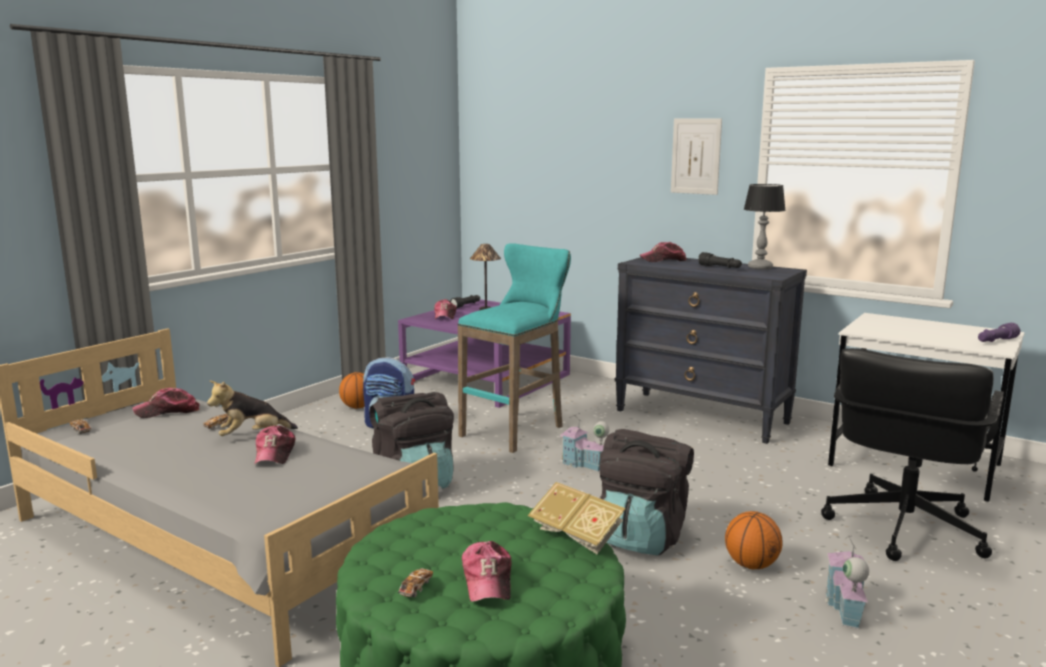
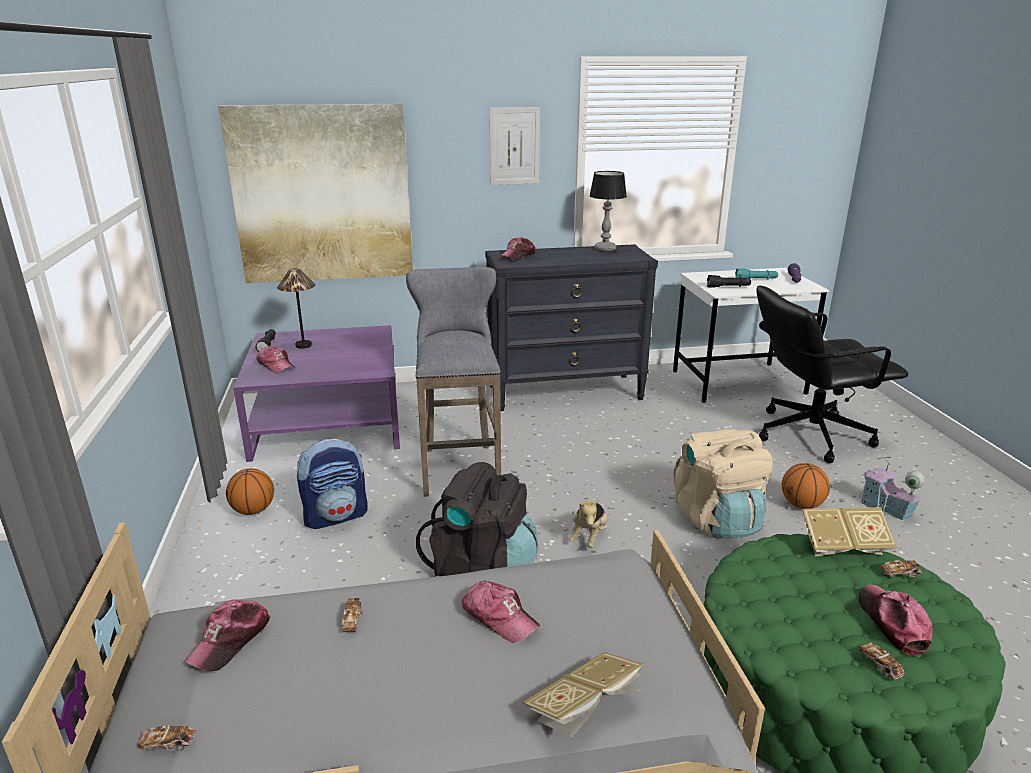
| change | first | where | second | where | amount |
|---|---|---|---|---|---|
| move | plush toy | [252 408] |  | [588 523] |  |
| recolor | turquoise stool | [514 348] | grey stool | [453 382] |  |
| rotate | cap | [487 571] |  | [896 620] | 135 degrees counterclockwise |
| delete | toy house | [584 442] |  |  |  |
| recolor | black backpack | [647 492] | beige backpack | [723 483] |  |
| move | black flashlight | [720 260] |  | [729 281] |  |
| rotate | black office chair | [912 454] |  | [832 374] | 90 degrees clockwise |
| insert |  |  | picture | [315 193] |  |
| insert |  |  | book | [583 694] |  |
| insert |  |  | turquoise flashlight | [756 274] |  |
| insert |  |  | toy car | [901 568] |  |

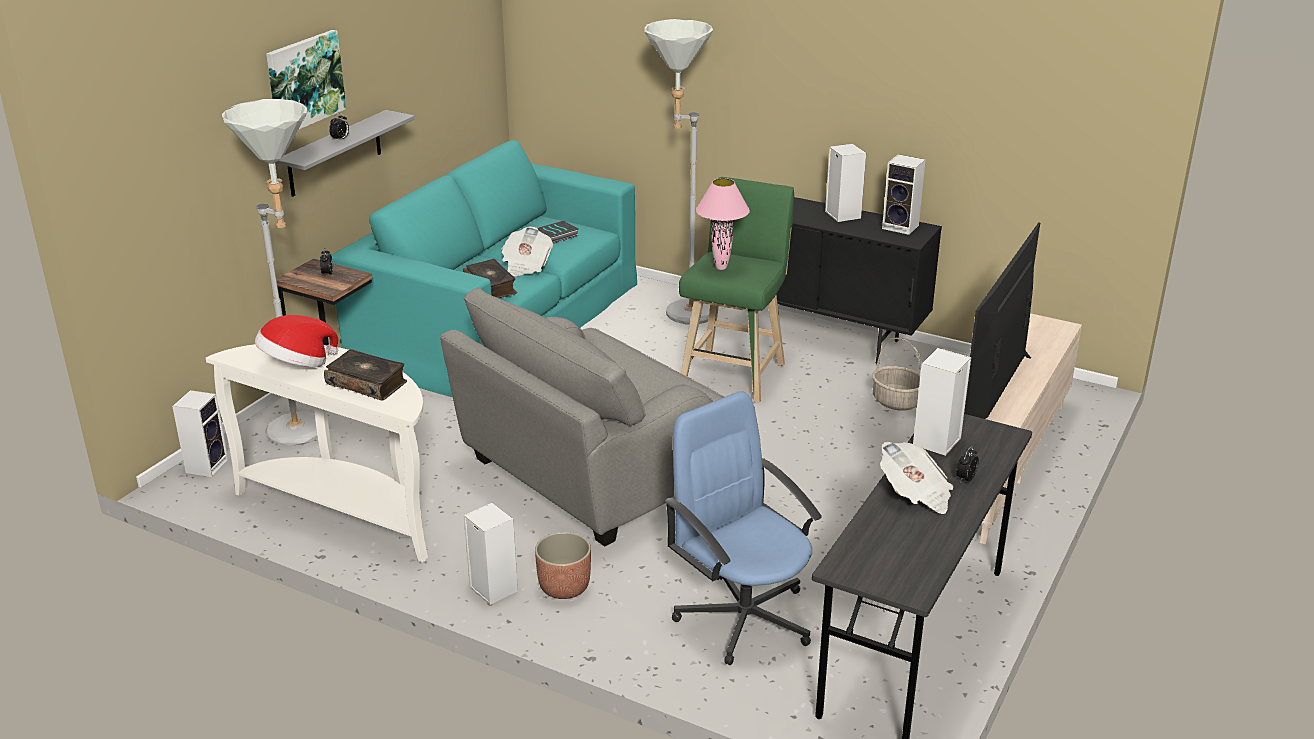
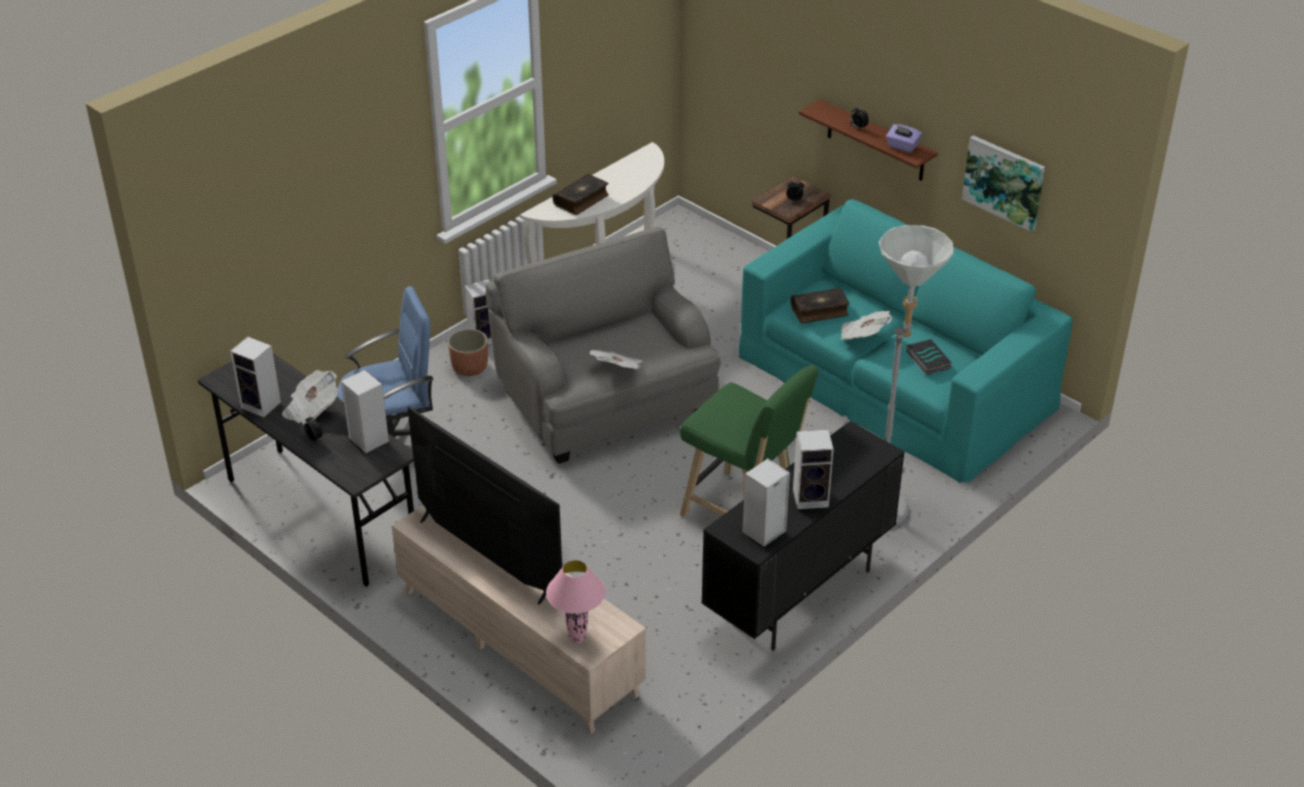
| change | first | where | second | where | amount |
|---|---|---|---|---|---|
| move | speaker | [200 433] |  | [255 377] |  |
| delete | grey floor lamp | [270 272] |  |  |  |
| delete | hat | [296 341] |  |  |  |
| move | picture | [306 80] |  | [1003 183] |  |
| recolor | grey shelf | [345 153] | brown shelf | [868 140] |  |
| move | pink table lamp | [723 224] |  | [575 602] |  |
| delete | basket | [897 374] |  |  |  |
| insert |  |  | newspaper | [616 359] |  |
| insert |  |  | purple tissue box | [904 138] |  |

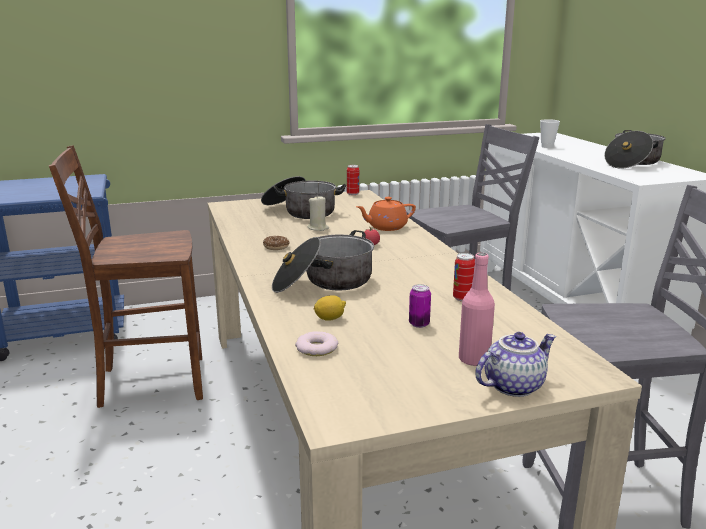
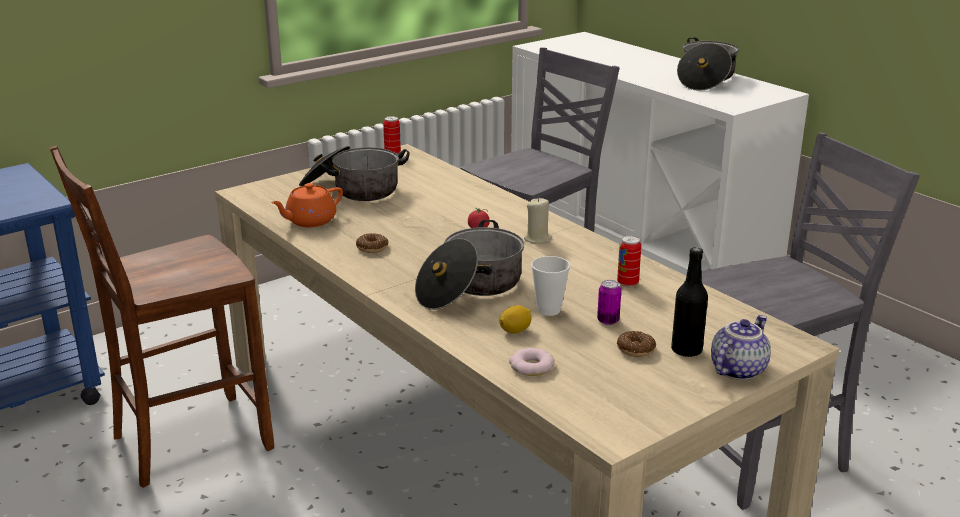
| change | first | where | second | where | amount |
|---|---|---|---|---|---|
| move | beige candle | [318 213] |  | [538 221] |  |
| move | orange teapot | [386 214] |  | [307 205] |  |
| recolor | pink bottle | [477 309] | black bottle | [689 302] |  |
| move | cup | [550 133] |  | [550 286] |  |
| insert |  |  | donut | [636 344] |  |

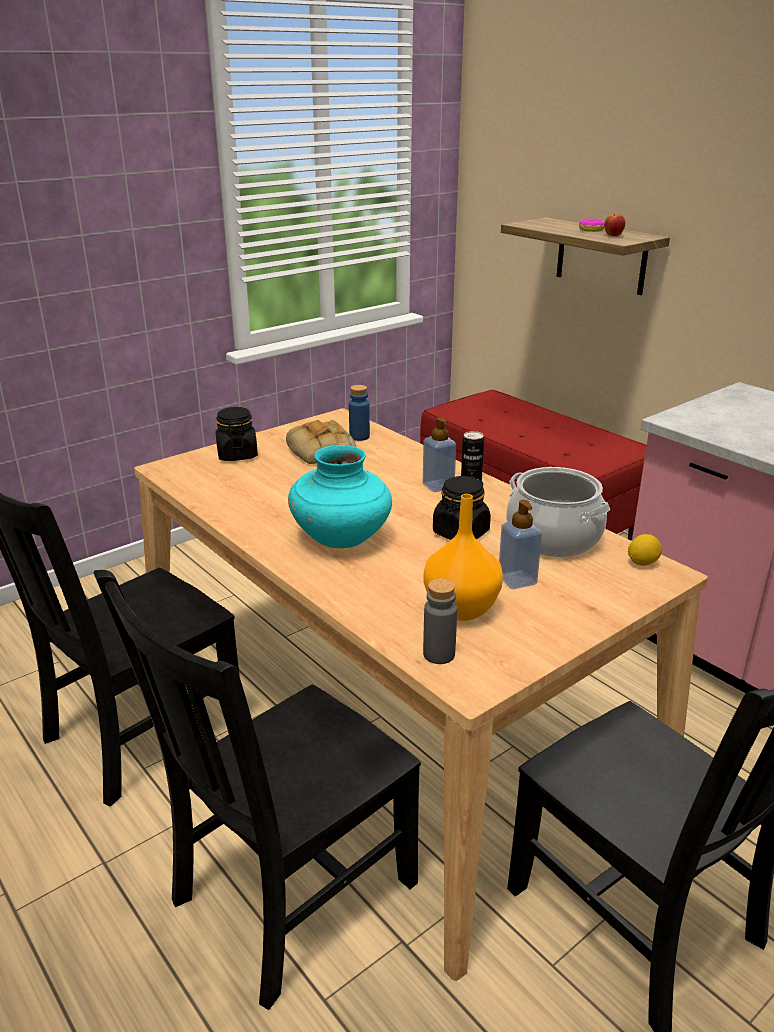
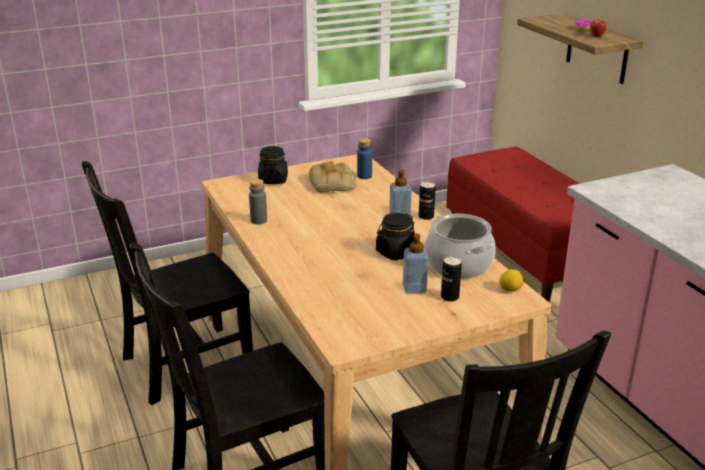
| change | first | where | second | where | amount |
|---|---|---|---|---|---|
| delete | turquoise vase | [340 496] |  |  |  |
| delete | orange vase | [463 557] |  |  |  |
| move | grey bottle | [440 621] |  | [258 201] |  |
| insert |  |  | can | [451 279] |  |

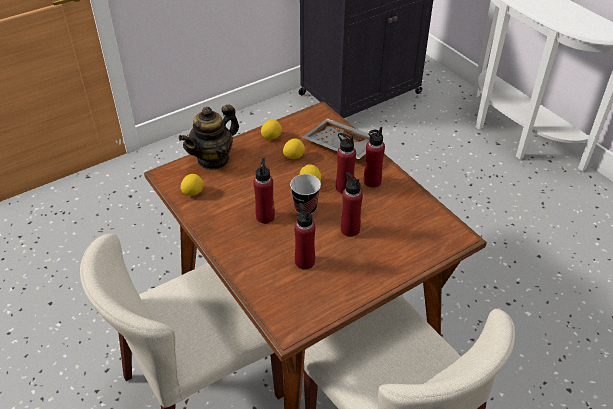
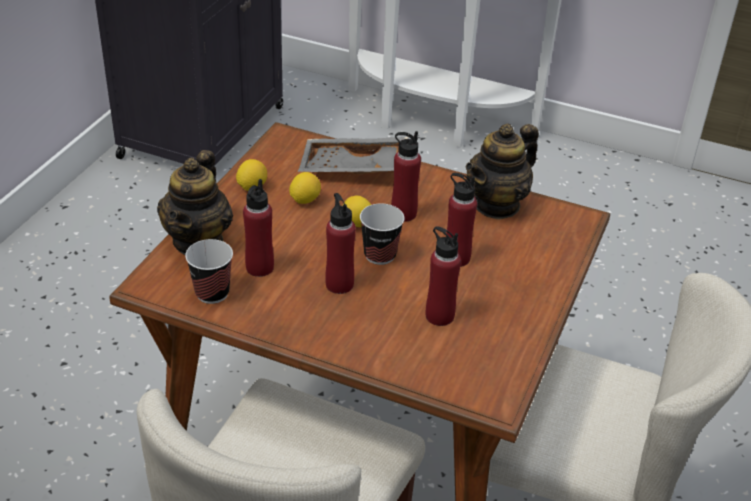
| change | first | where | second | where | amount |
|---|---|---|---|---|---|
| replace | lemon | [192 185] | cup | [209 271] |  |
| move | red bottle | [374 157] |  | [258 228] |  |
| insert |  |  | teapot | [502 172] |  |

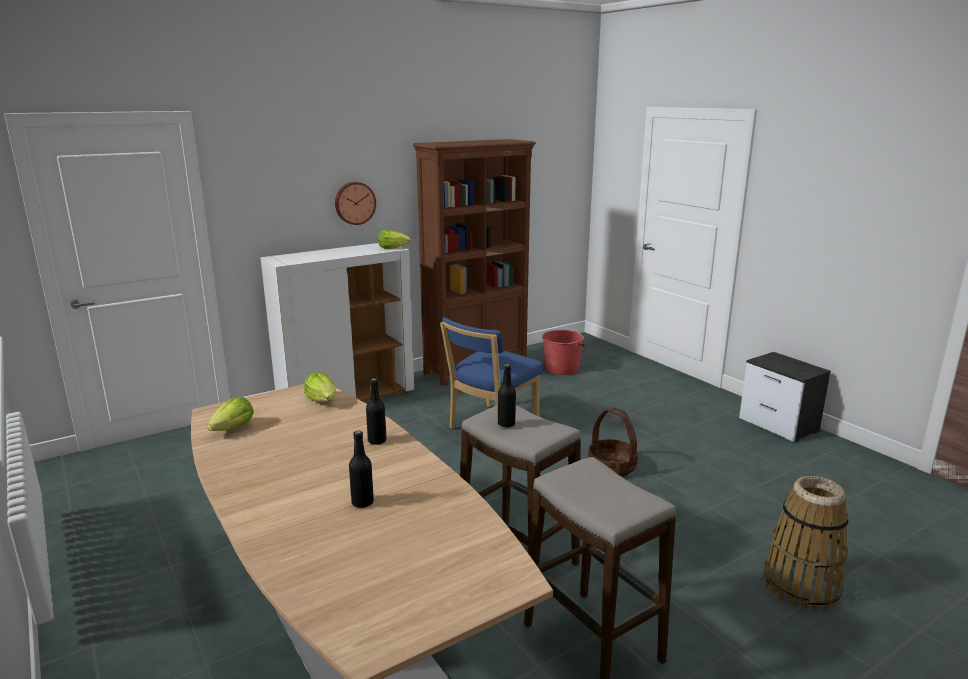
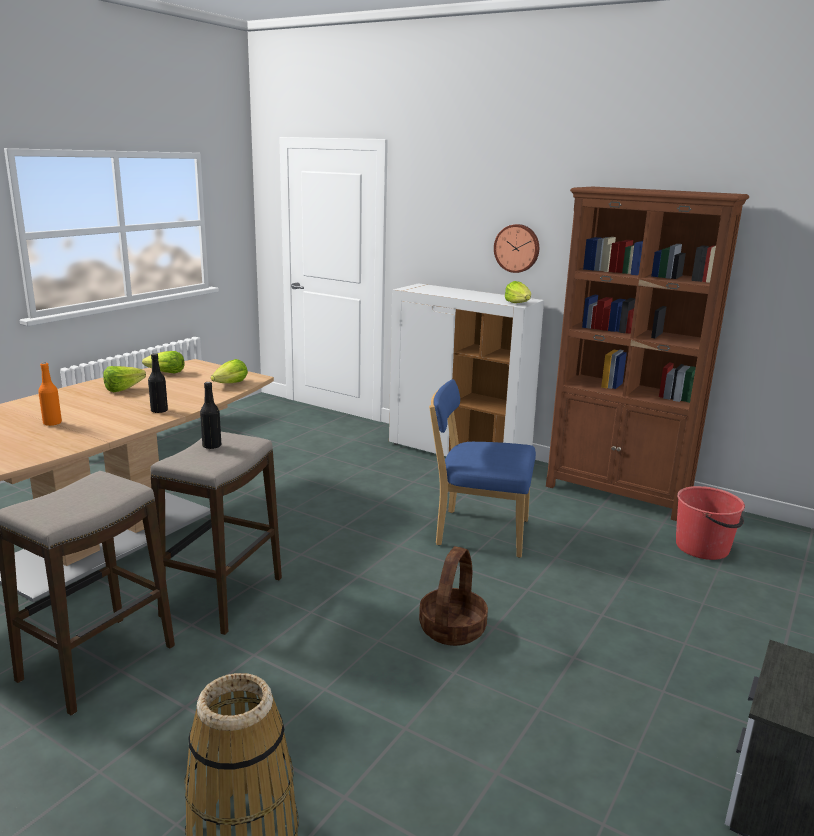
| change | first | where | second | where | amount |
|---|---|---|---|---|---|
| recolor | black bottle | [361 469] | orange bottle | [50 394] |  |
| insert |  |  | lettuce | [124 379] |  |

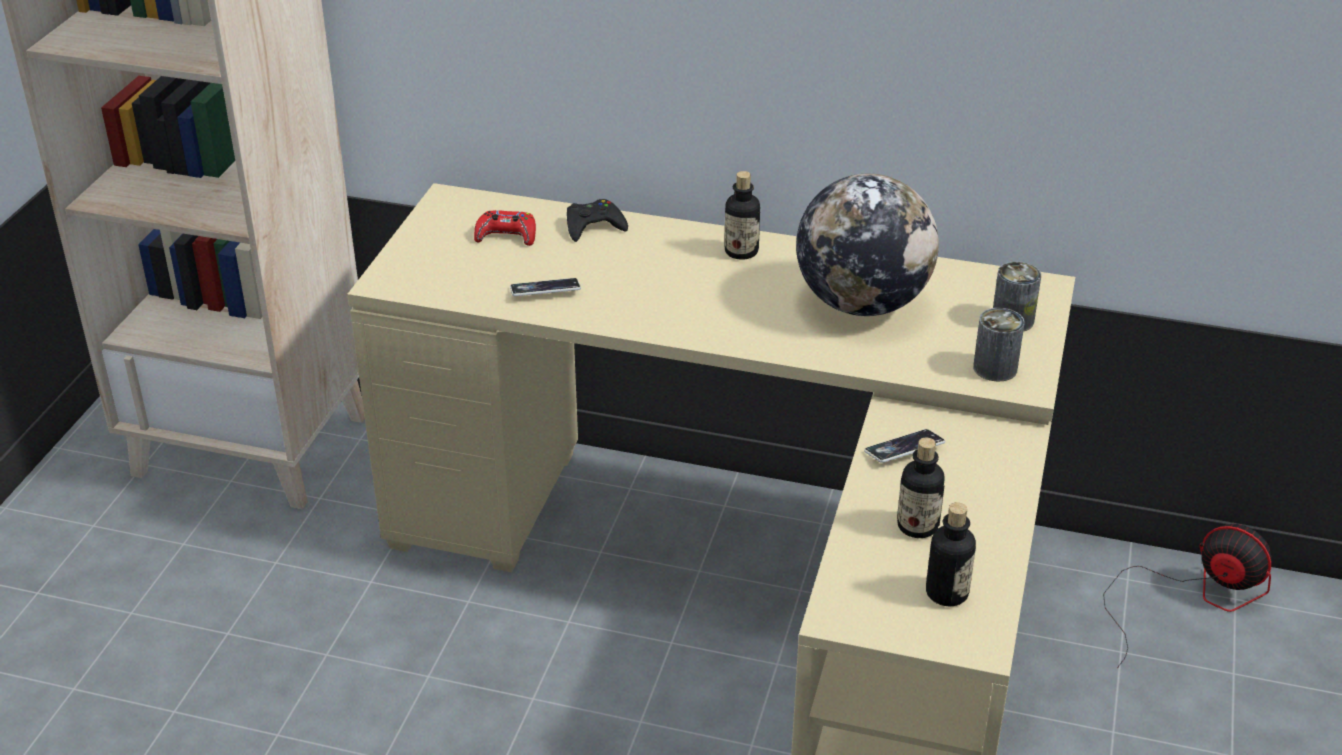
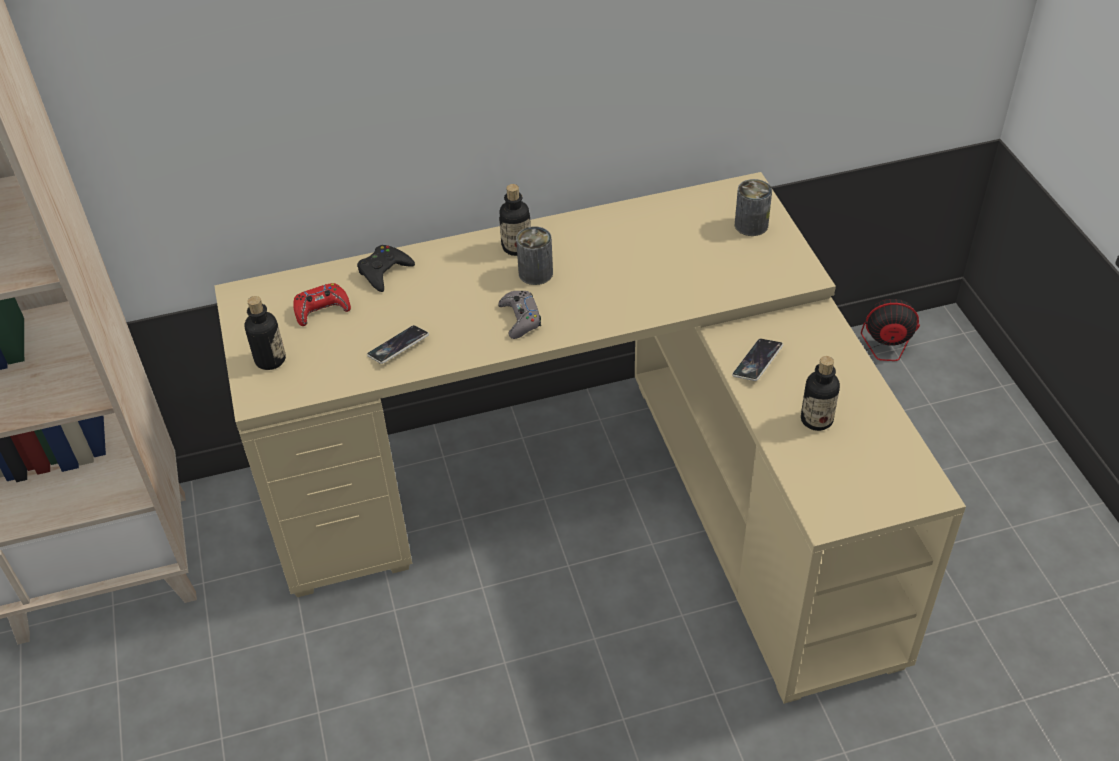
| change | first | where | second | where | amount |
|---|---|---|---|---|---|
| delete | globe | [867 245] |  |  |  |
| move | bottle | [951 554] |  | [265 333] |  |
| move | can | [999 344] |  | [534 255] |  |
| insert |  |  | grey game controller | [519 315] |  |

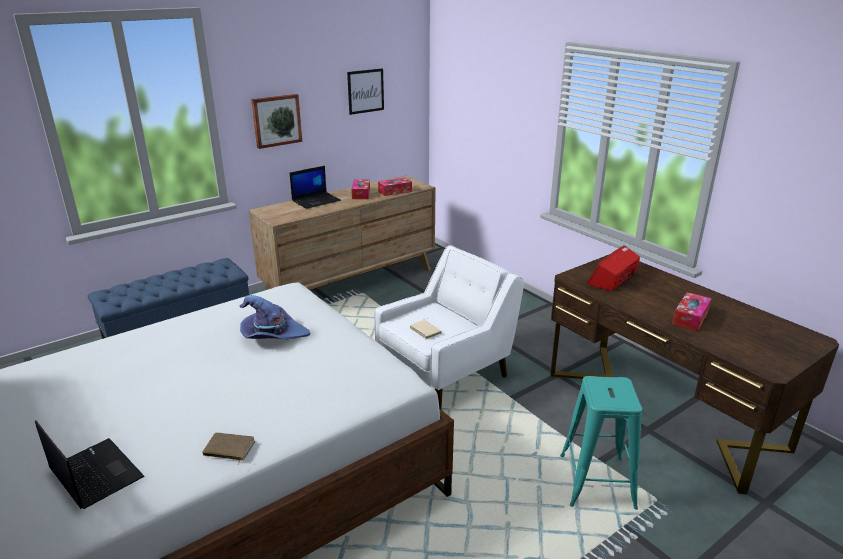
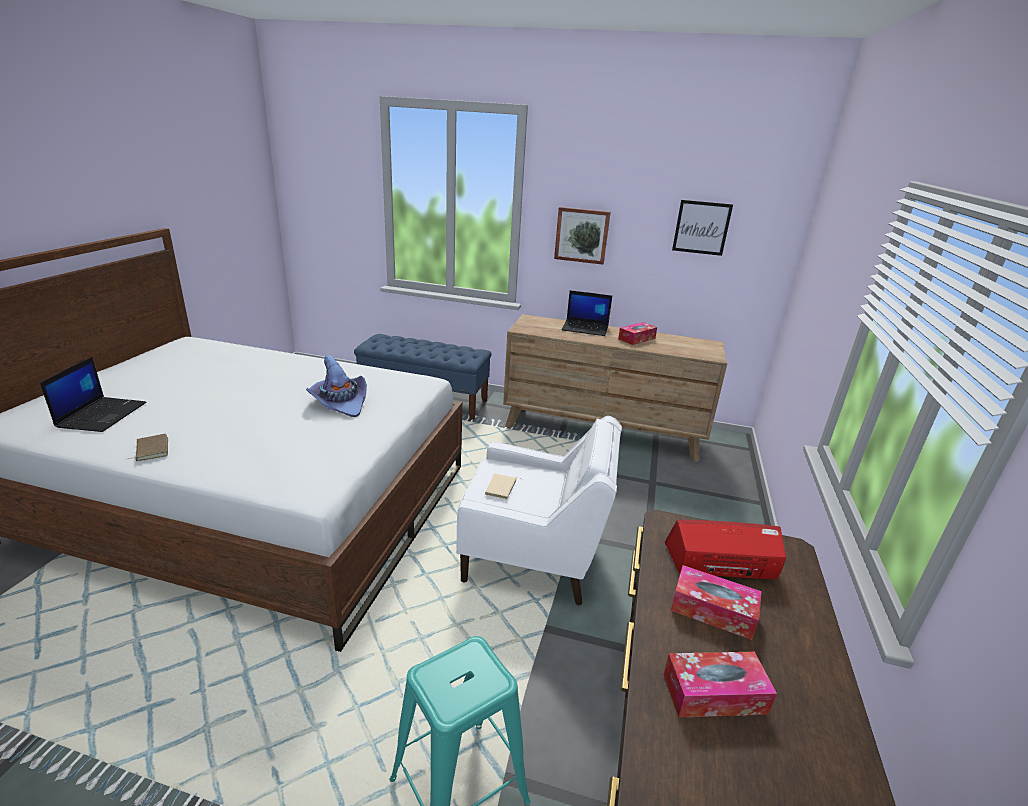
| change | first | where | second | where | amount |
|---|---|---|---|---|---|
| move | tissue box | [395 187] |  | [716 602] |  |

